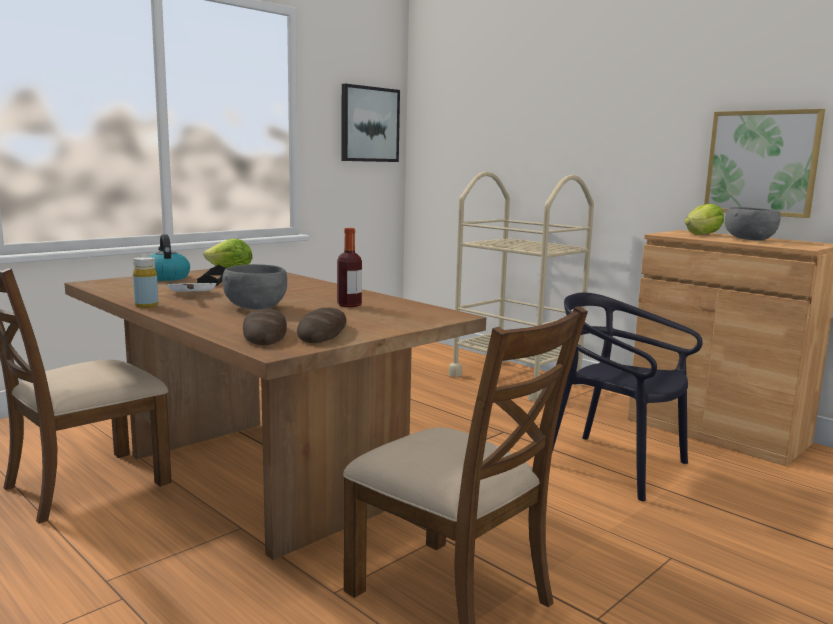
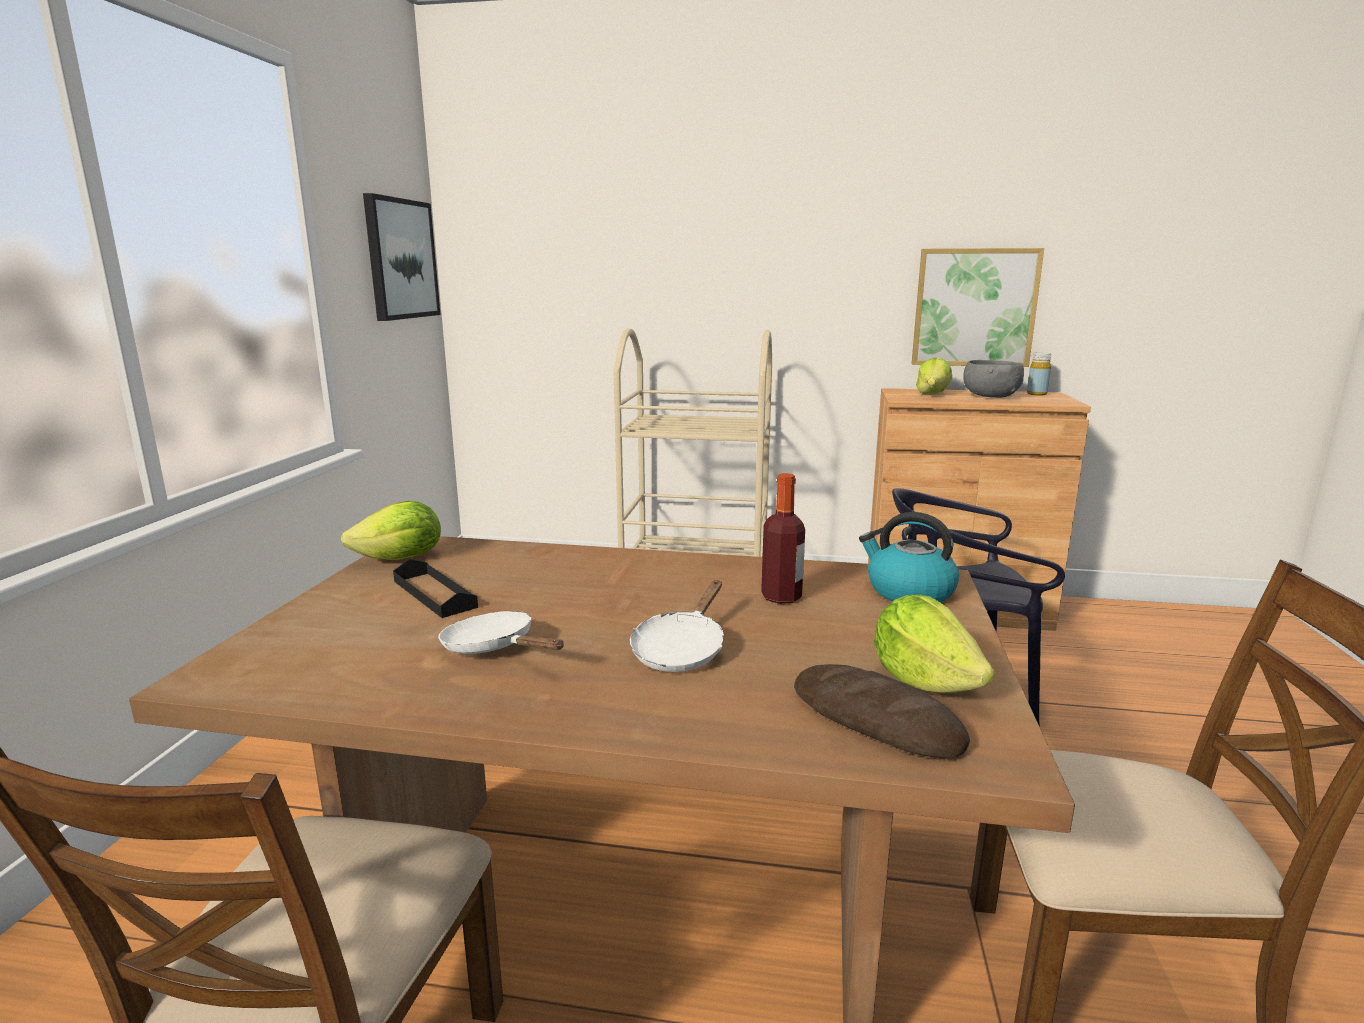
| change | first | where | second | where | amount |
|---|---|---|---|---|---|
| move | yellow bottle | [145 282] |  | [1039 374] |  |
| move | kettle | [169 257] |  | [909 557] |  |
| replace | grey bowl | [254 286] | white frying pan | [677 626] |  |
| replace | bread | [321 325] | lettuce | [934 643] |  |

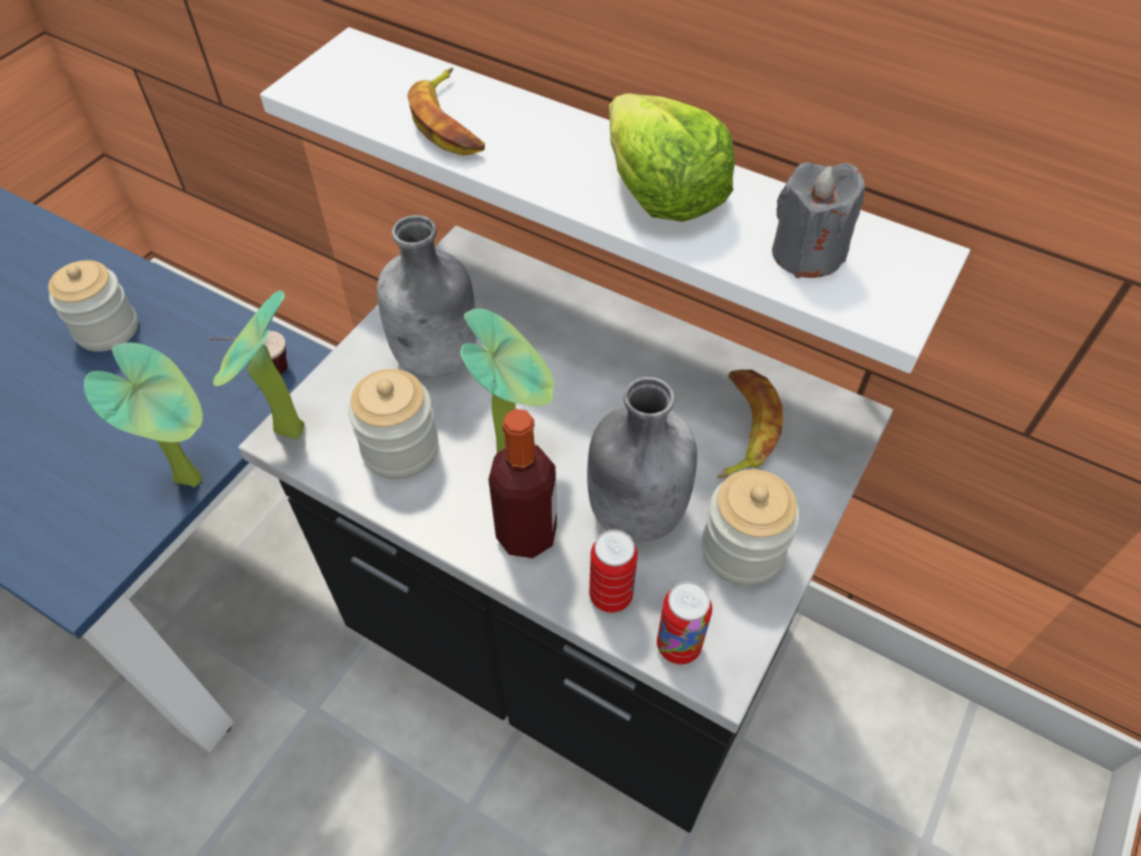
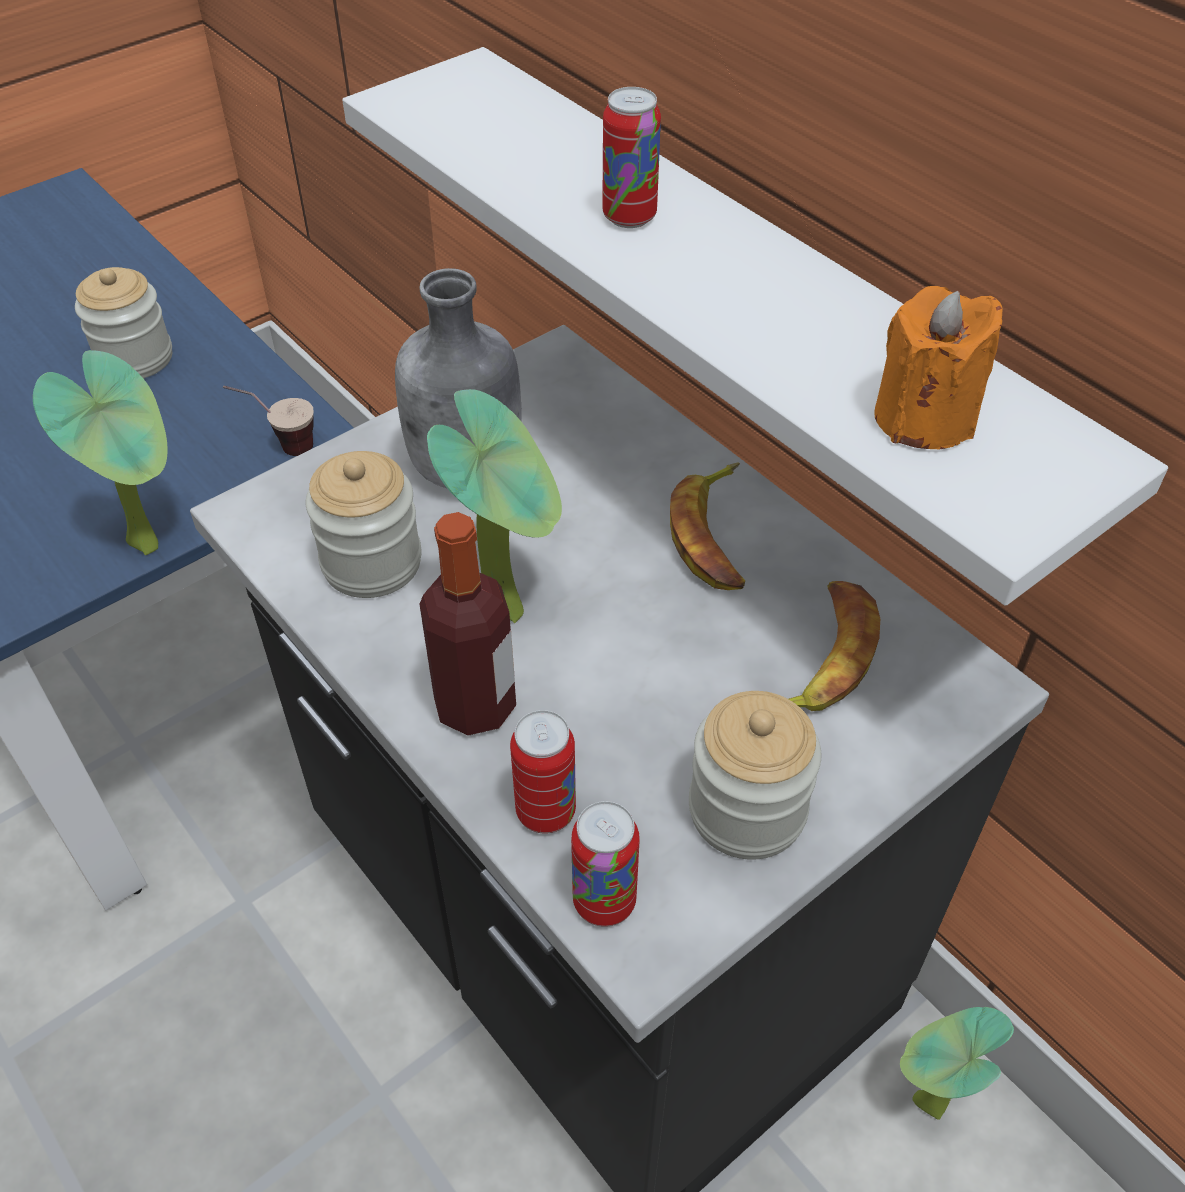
| change | first | where | second | where | amount |
|---|---|---|---|---|---|
| move | potted plant | [259 364] |  | [957 1063] |  |
| move | banana | [446 111] |  | [707 526] |  |
| delete | grey bottle | [642 459] |  |  |  |
| delete | lettuce | [672 157] |  |  |  |
| recolor | grey candle | [818 220] | orange candle | [938 367] |  |
| insert |  |  | can | [631 157] |  |

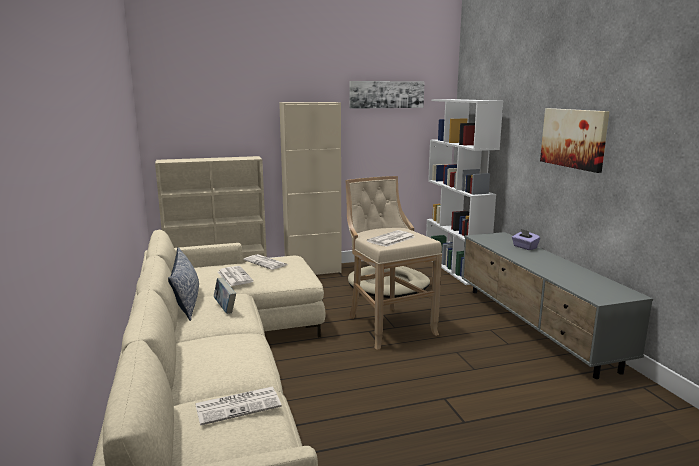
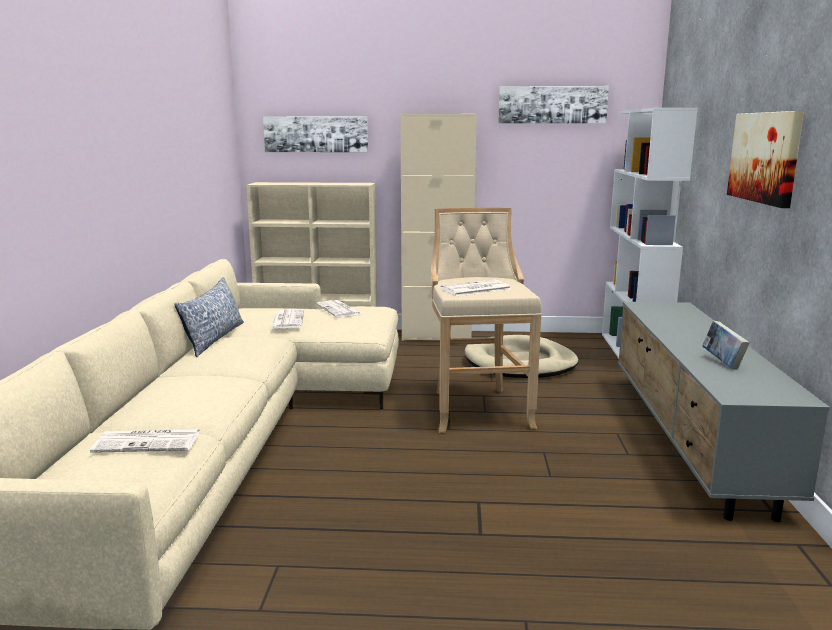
| change | first | where | second | where | amount |
|---|---|---|---|---|---|
| move | book | [225 296] |  | [726 345] |  |
| delete | purple tissue box | [526 239] |  |  |  |
| insert |  |  | picture | [315 134] |  |

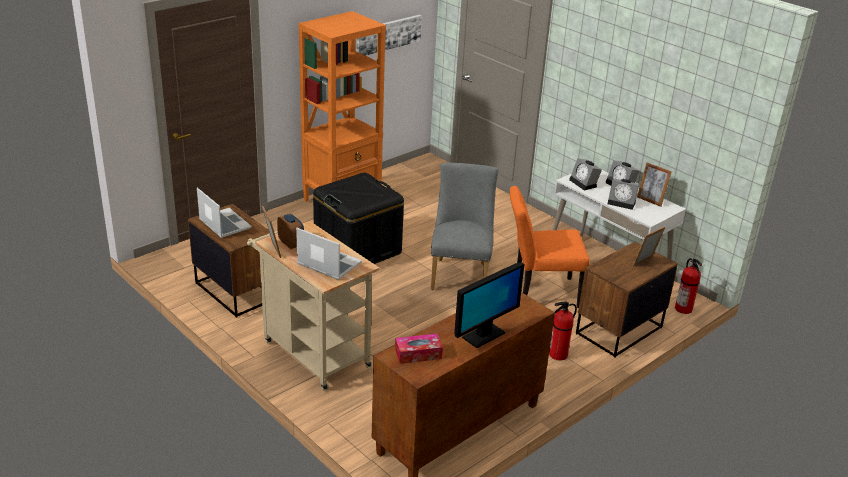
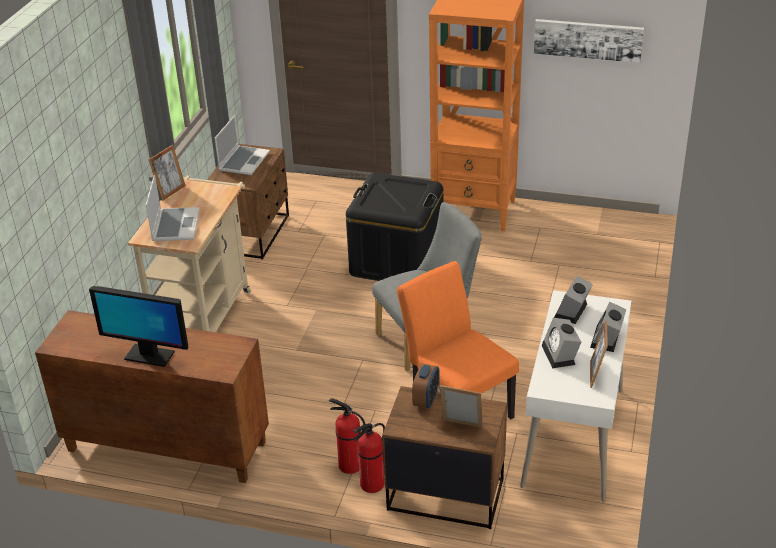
| change | first | where | second | where | amount |
|---|---|---|---|---|---|
| move | alarm clock | [290 231] |  | [426 385] |  |
| delete | tissue box | [419 349] |  |  |  |
| move | fire extinguisher | [688 286] |  | [369 458] |  |

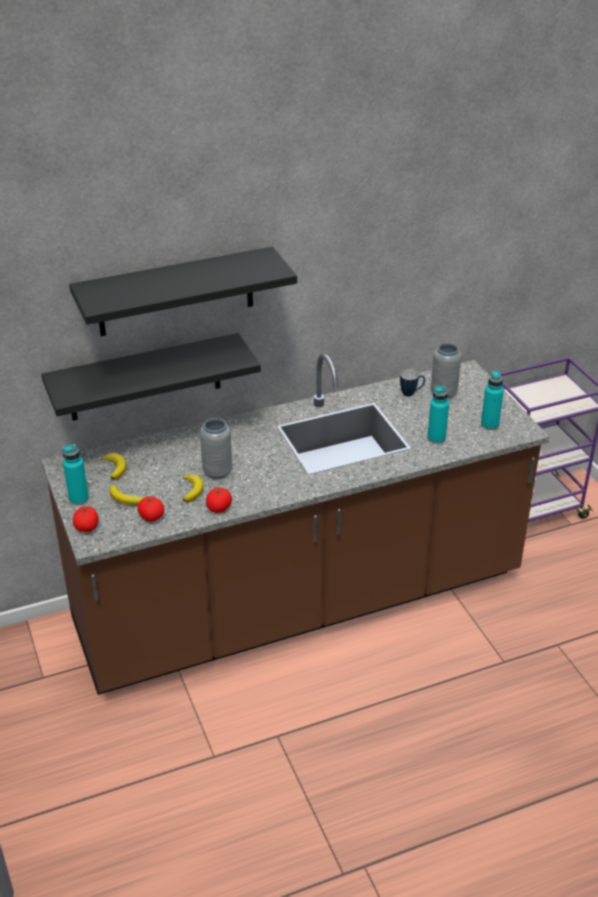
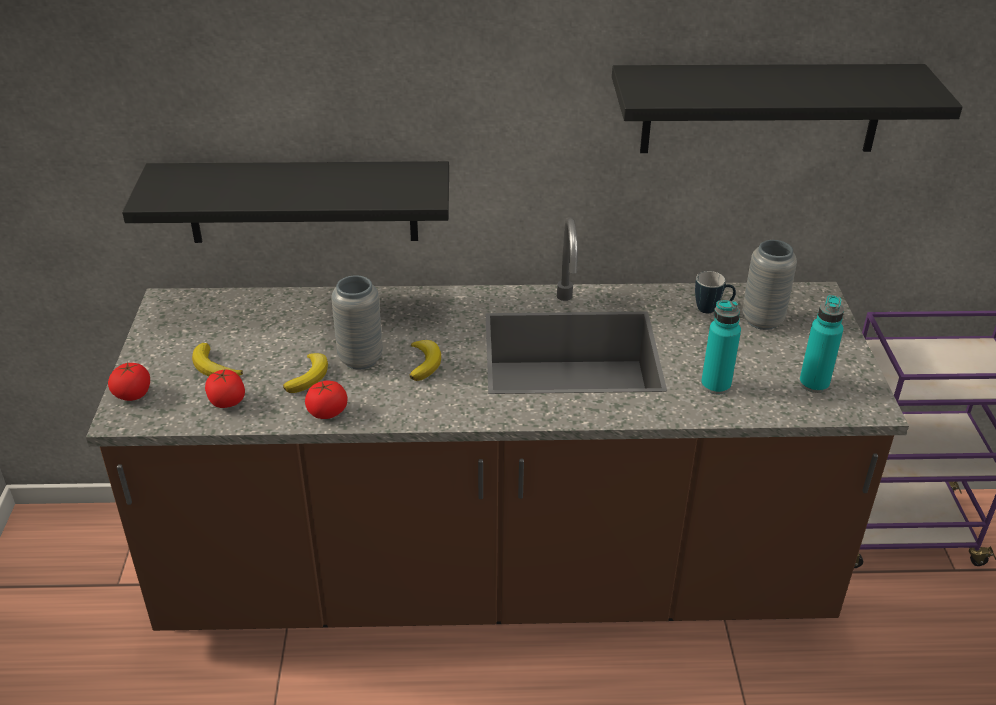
| change | first | where | second | where | amount |
|---|---|---|---|---|---|
| delete | turquoise bottle | [75 474] |  |  |  |
| move | black shelf | [183 291] |  | [787 108] |  |
| move | banana | [114 466] |  | [425 360] |  |

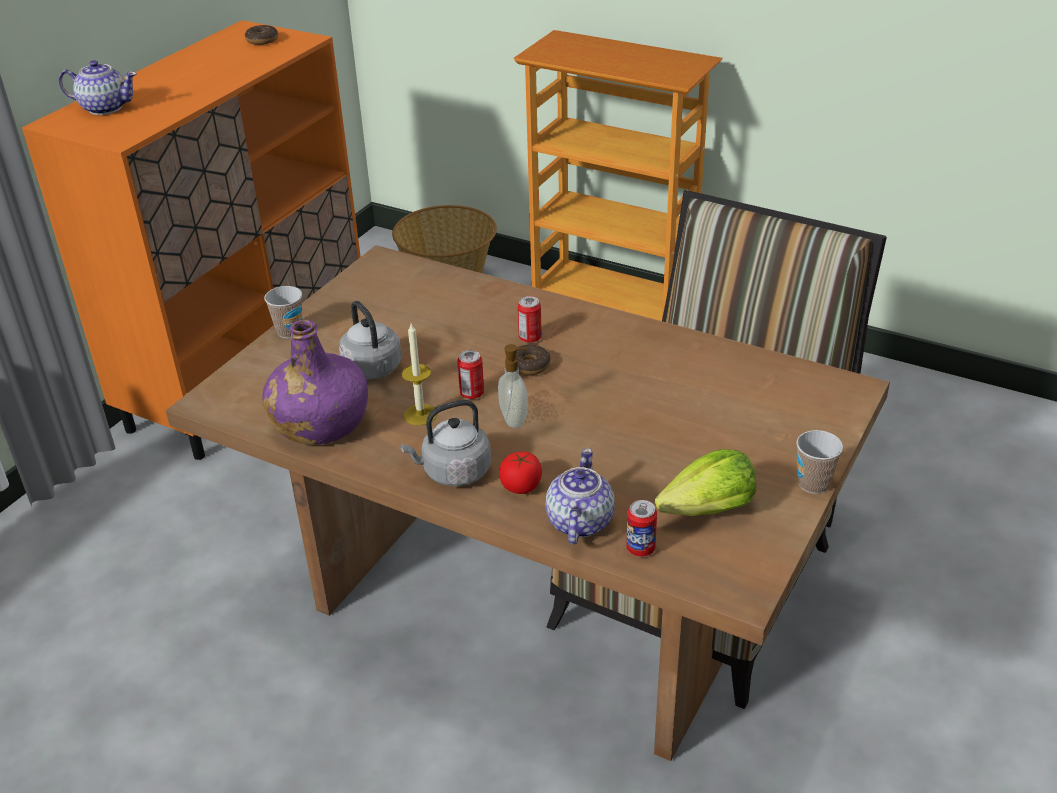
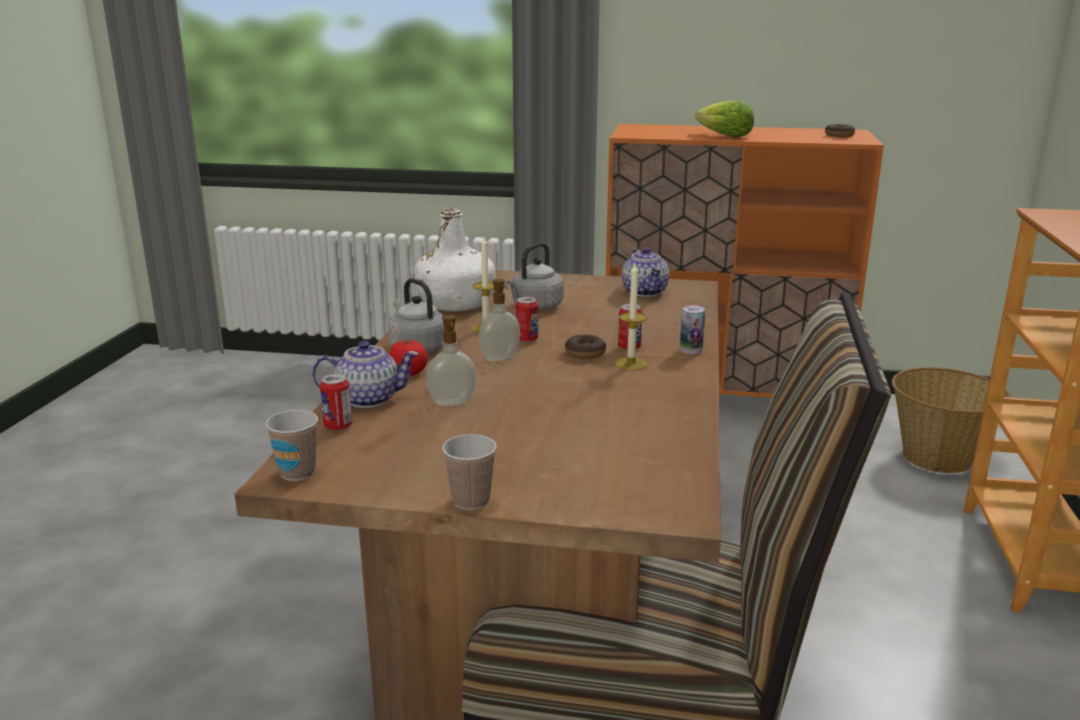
| change | first | where | second | where | amount |
|---|---|---|---|---|---|
| move | teapot | [98 87] |  | [645 272] |  |
| recolor | purple bottle | [315 382] | white bottle | [454 260] |  |
| move | cup | [283 312] |  | [291 445] |  |
| move | lettuce | [705 482] |  | [724 119] |  |
| insert |  |  | soap dispenser | [451 360] |  |
| insert |  |  | candle | [631 317] |  |
| insert |  |  | can | [692 329] |  |

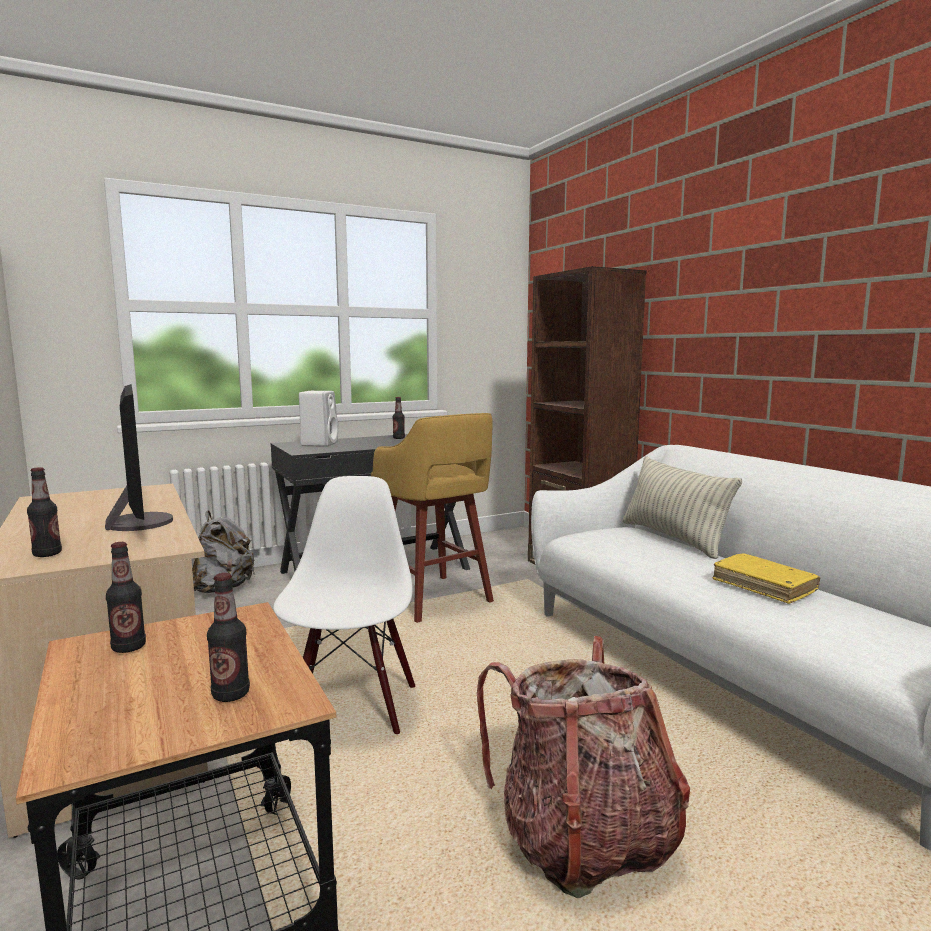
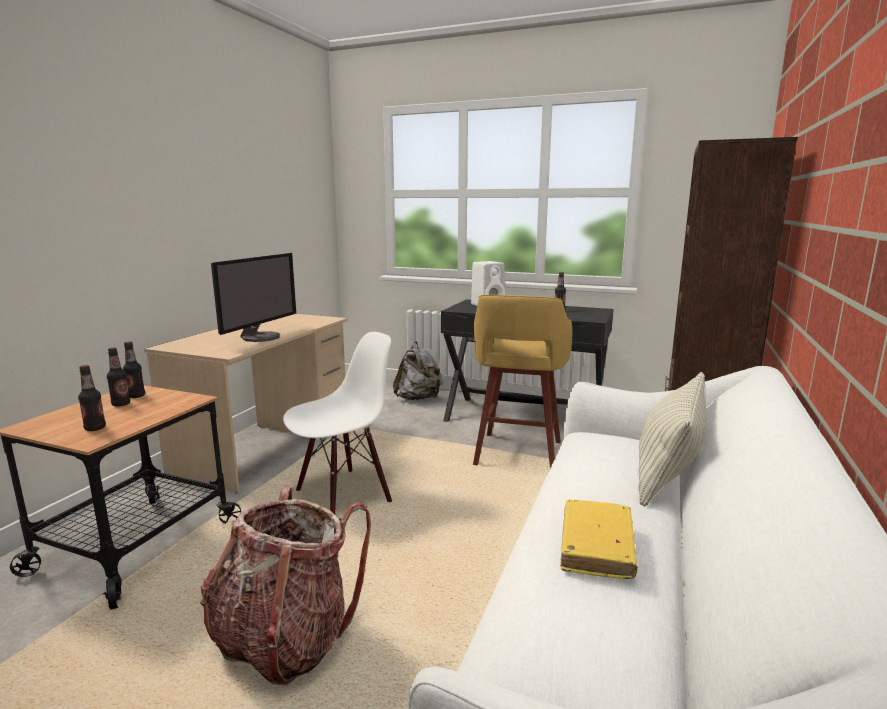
| change | first | where | second | where | amount |
|---|---|---|---|---|---|
| move | bottle | [44 512] |  | [118 377] |  |

